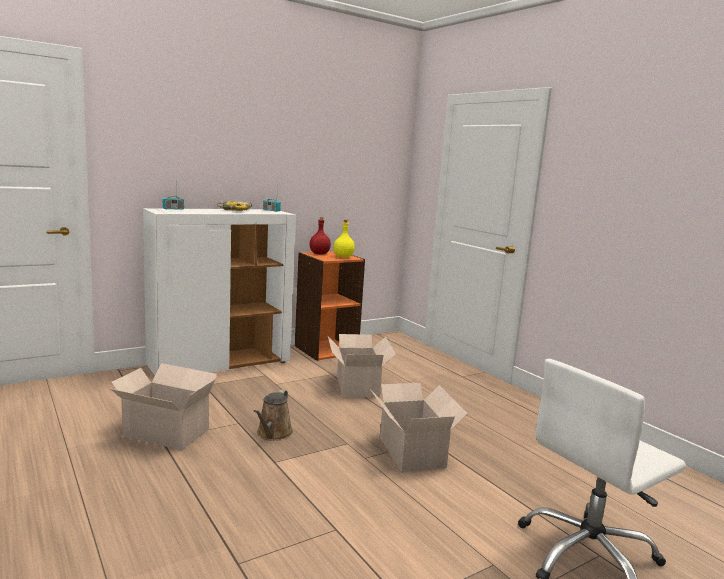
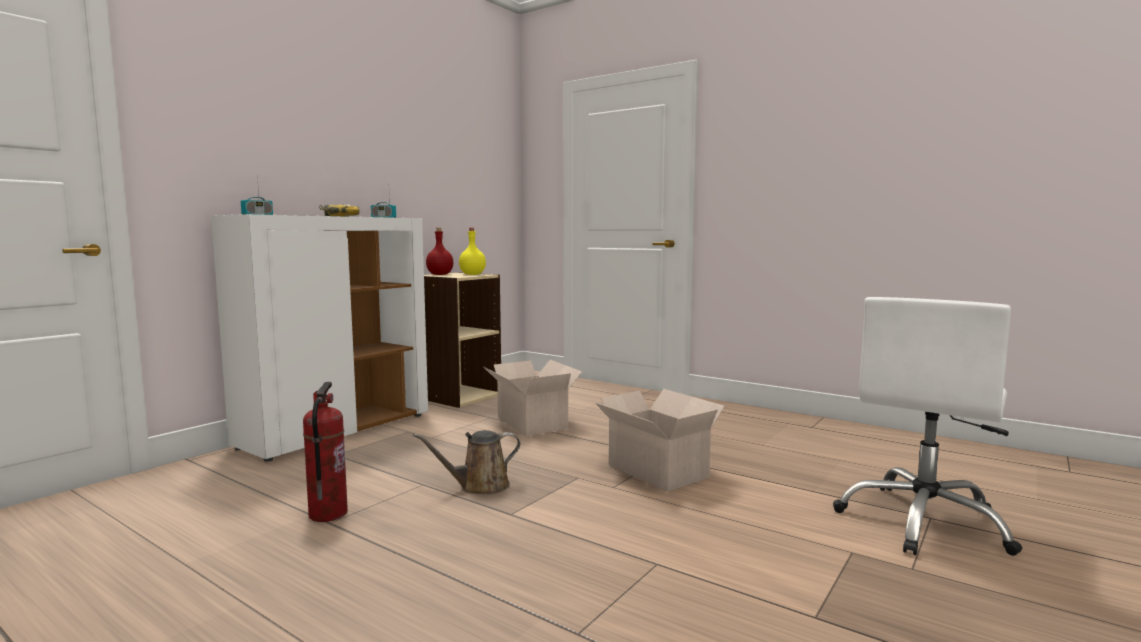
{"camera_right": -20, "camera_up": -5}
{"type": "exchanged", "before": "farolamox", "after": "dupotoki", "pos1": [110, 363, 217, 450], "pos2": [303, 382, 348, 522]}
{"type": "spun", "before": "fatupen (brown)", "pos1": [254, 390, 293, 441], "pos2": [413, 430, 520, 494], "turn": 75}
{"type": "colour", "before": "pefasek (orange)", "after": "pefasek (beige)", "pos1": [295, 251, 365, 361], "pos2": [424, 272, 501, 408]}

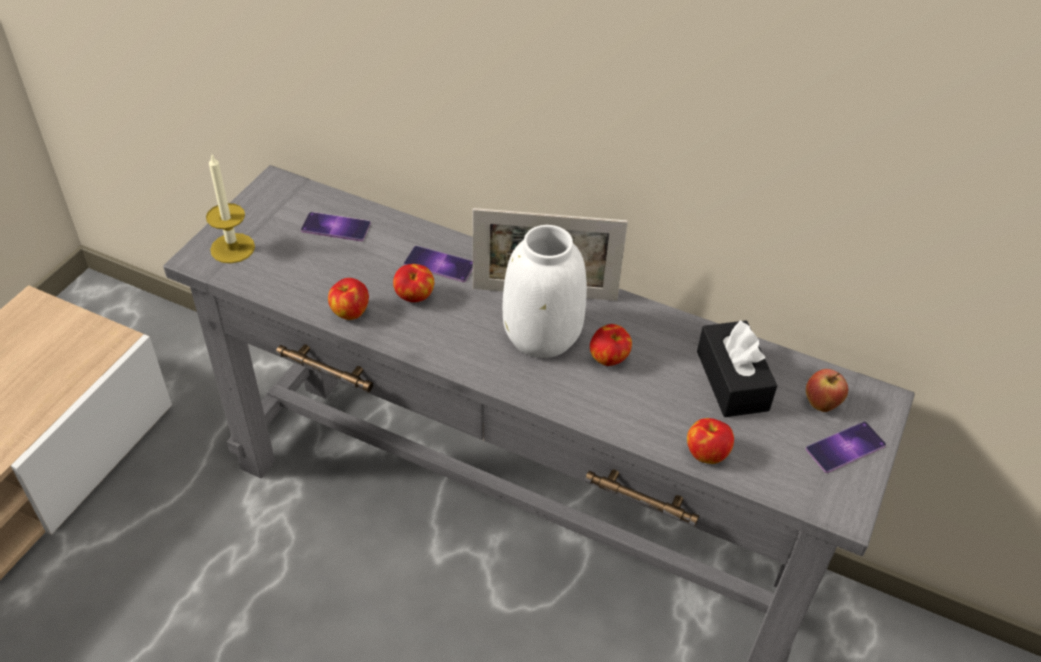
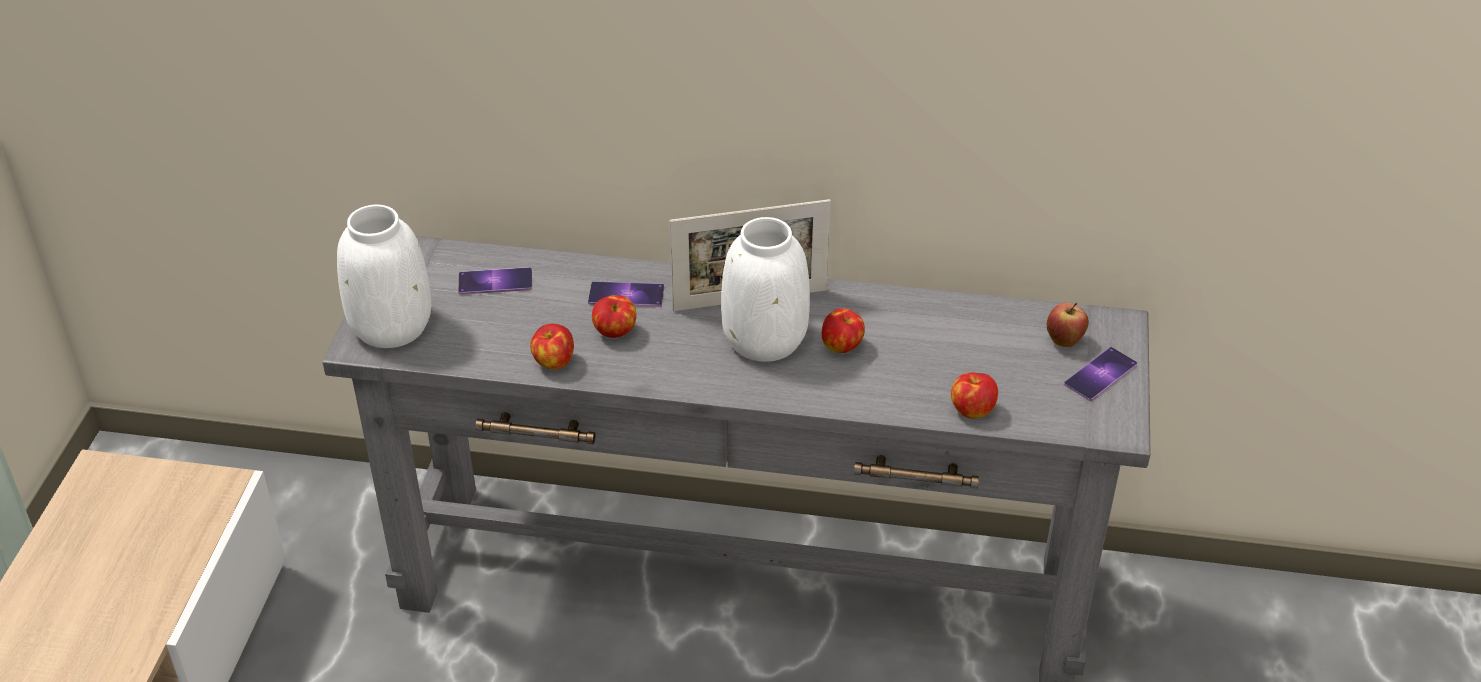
{"camera_right": -15, "camera_up": -5}
{"type": "exchanged", "before": "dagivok", "after": "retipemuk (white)", "pos1": [206, 153, 255, 263], "pos2": [337, 205, 431, 348]}
{"type": "missing", "before": "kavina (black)", "pos1": [697, 320, 777, 417]}

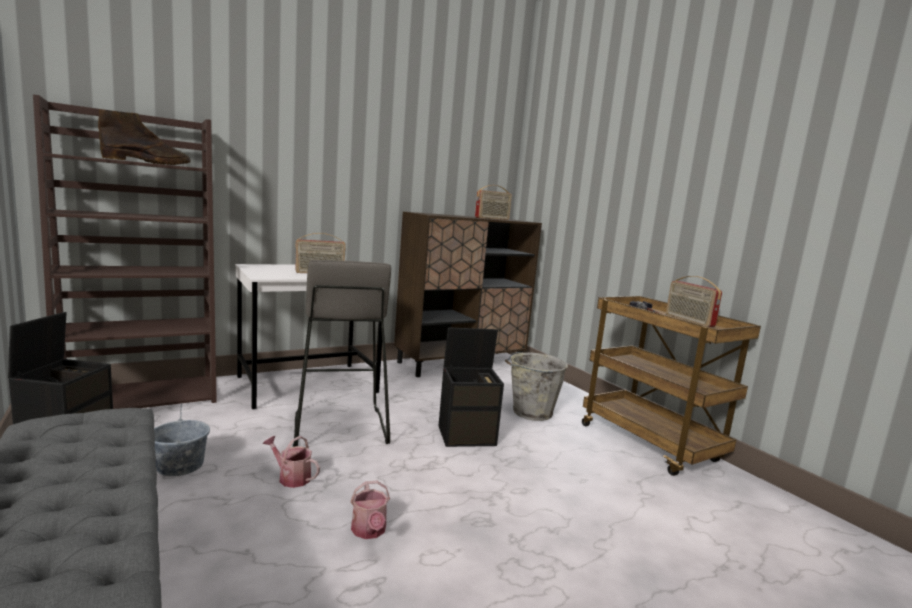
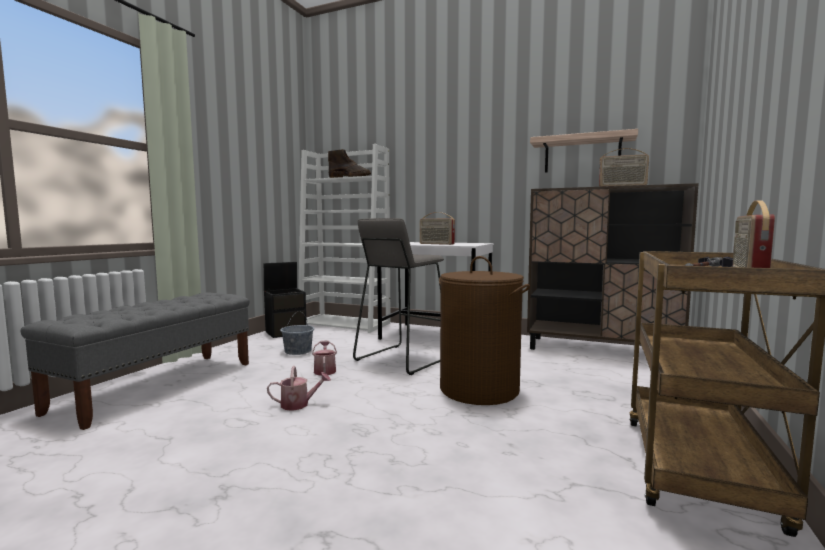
{"camera_right": 55, "camera_up": -5}
{"type": "spun", "before": "fatupen", "pos1": [351, 481, 390, 539], "pos2": [267, 366, 331, 411], "turn": -135}
{"type": "colour", "before": "pefasek (brown)", "after": "pefasek (white)", "pos1": [33, 94, 217, 409], "pos2": [298, 144, 391, 333]}
{"type": "exchanged", "before": "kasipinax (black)", "after": "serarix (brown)", "pos1": [439, 327, 504, 447], "pos2": [439, 256, 530, 405]}
{"type": "appeared", "after": "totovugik", "pos2": [530, 129, 638, 173]}
{"type": "missing", "before": "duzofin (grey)", "pos1": [505, 352, 568, 421]}

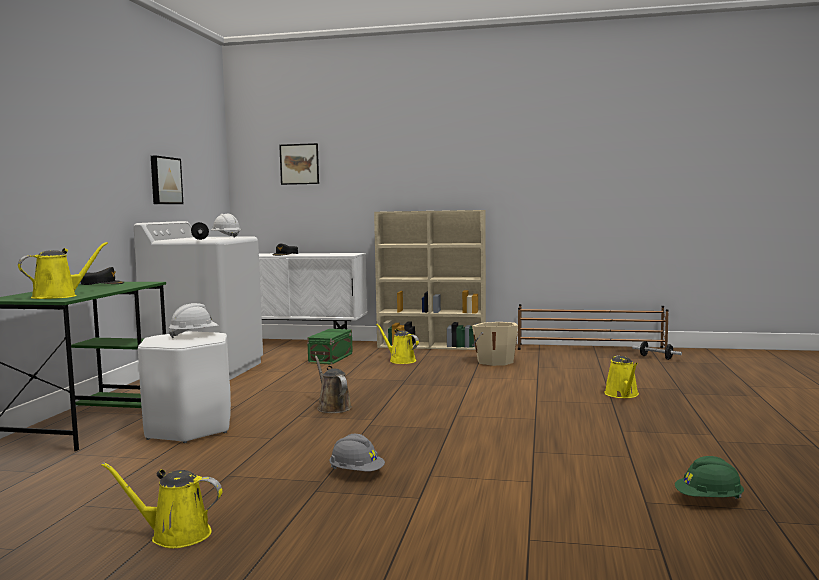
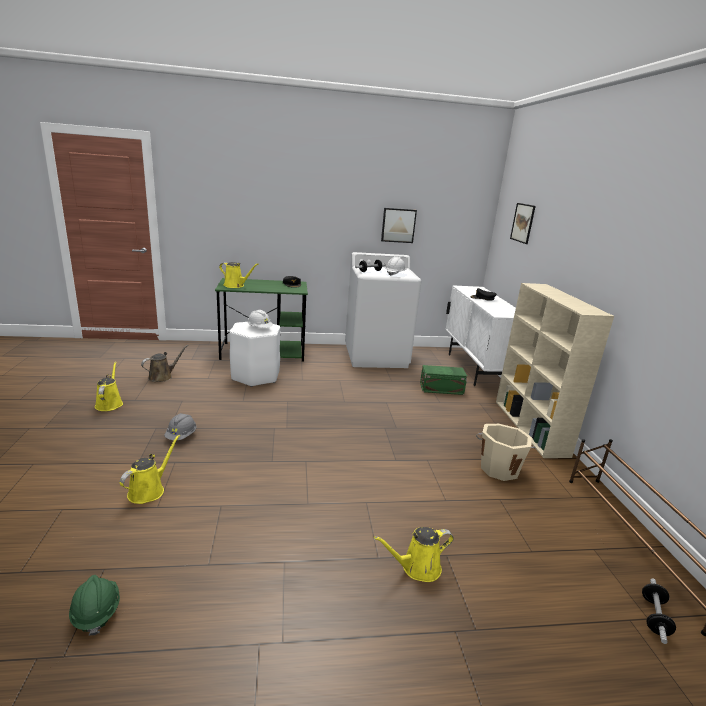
{"camera_right": 70, "camera_up": 15}
{"type": "relocated", "before": "fatupen (yellow)", "pos1": [376, 324, 419, 364], "pos2": [120, 435, 180, 504]}
{"type": "relocated", "before": "fatupen (brown)", "pos1": [315, 356, 352, 413], "pos2": [141, 345, 188, 382]}

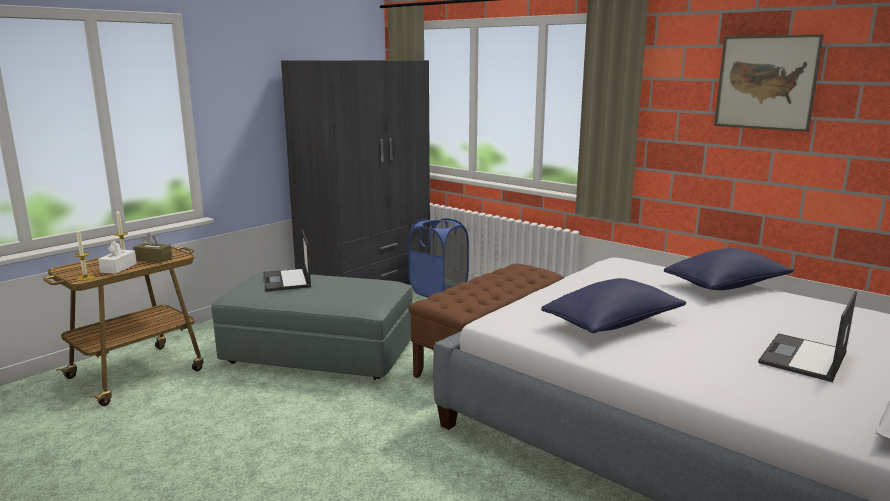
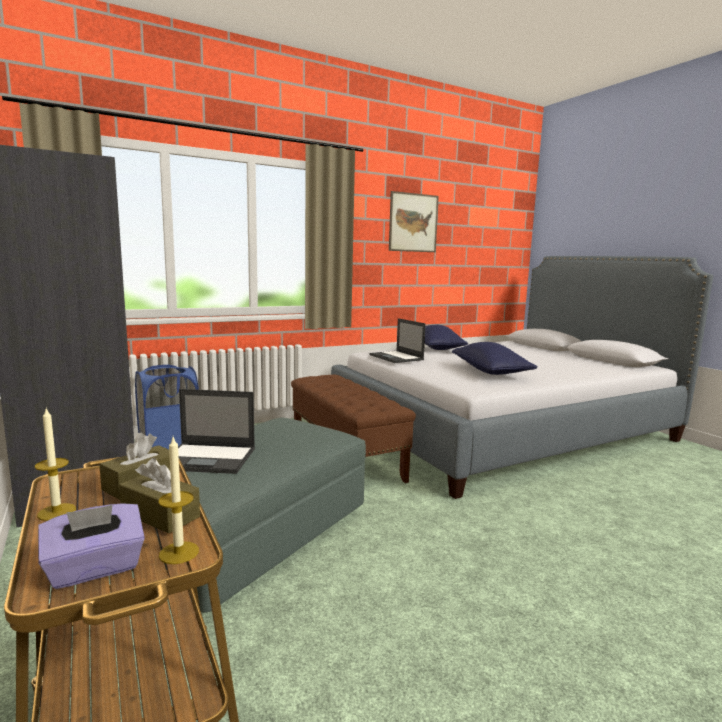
{"camera_right": -70, "camera_up": -5}
{"type": "appeared", "after": "kavina (purple)", "pos2": [38, 503, 145, 589]}
{"type": "colour", "before": "kavina (white)", "after": "kavina (brown)", "pos1": [98, 241, 137, 274], "pos2": [119, 458, 200, 533]}
{"type": "relocated", "before": "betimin", "pos1": [758, 291, 857, 382], "pos2": [369, 318, 426, 363]}

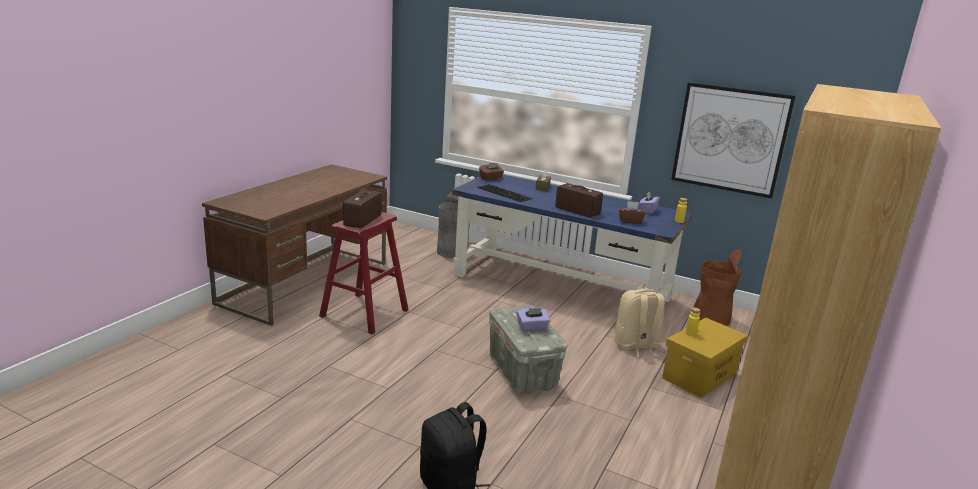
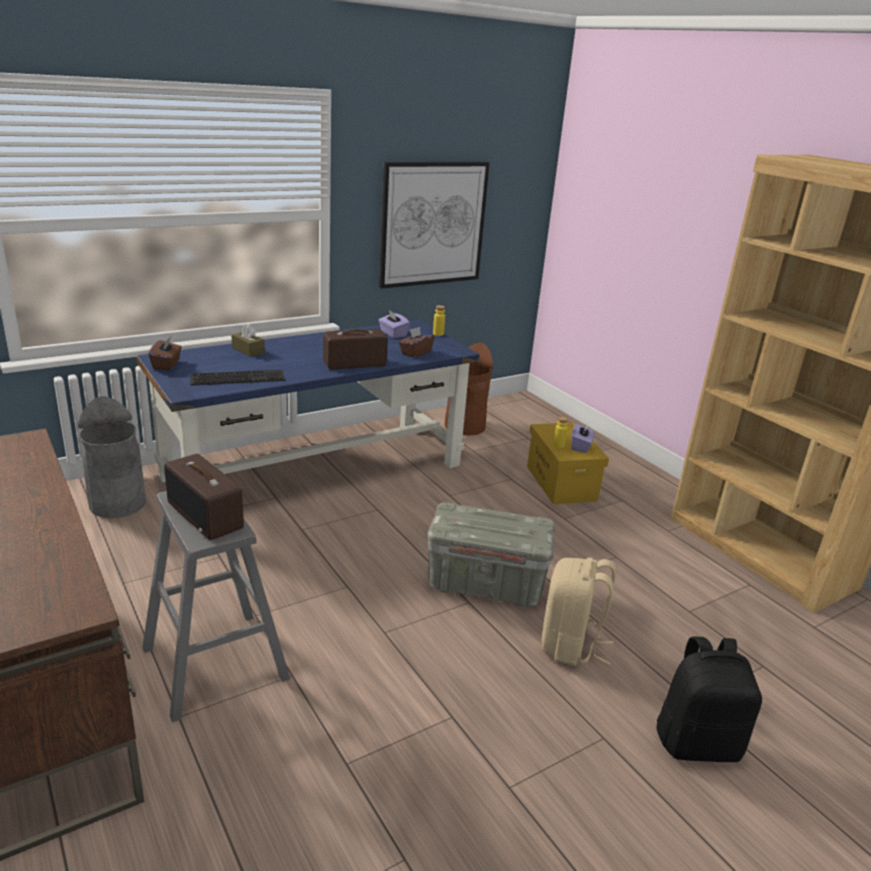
{"camera_right": -60, "camera_up": 5}
{"type": "colour", "before": "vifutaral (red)", "after": "vifutaral (grey)", "pos1": [319, 212, 409, 335], "pos2": [142, 491, 290, 722]}
{"type": "relocated", "before": "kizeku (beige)", "pos1": [614, 289, 665, 357], "pos2": [542, 557, 616, 666]}
{"type": "relocated", "before": "kavina (purple)", "pos1": [517, 307, 550, 331], "pos2": [571, 423, 594, 453]}

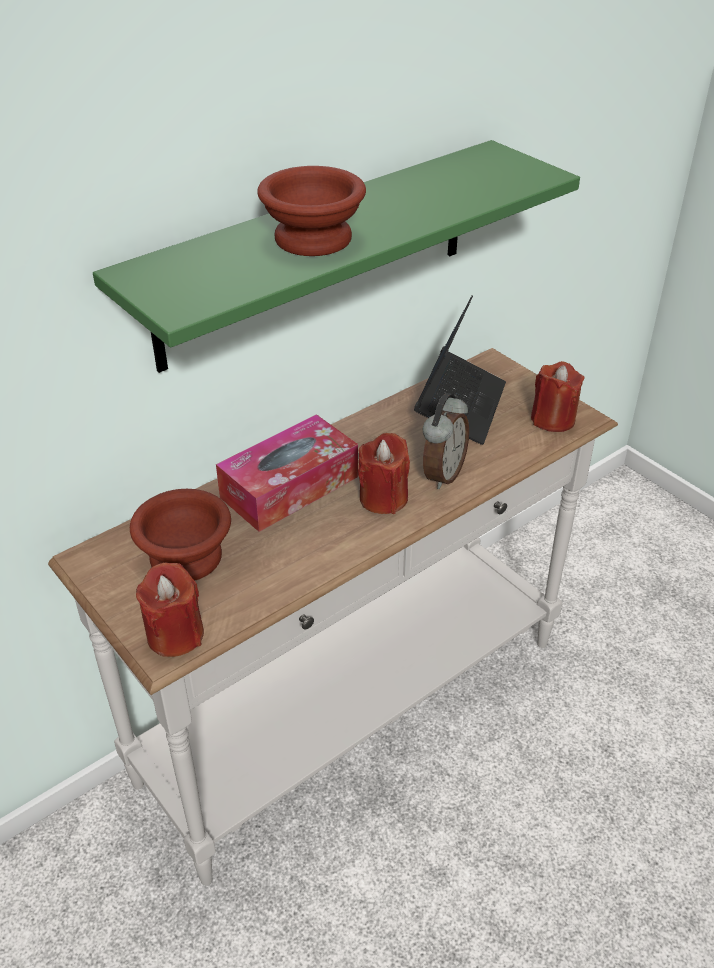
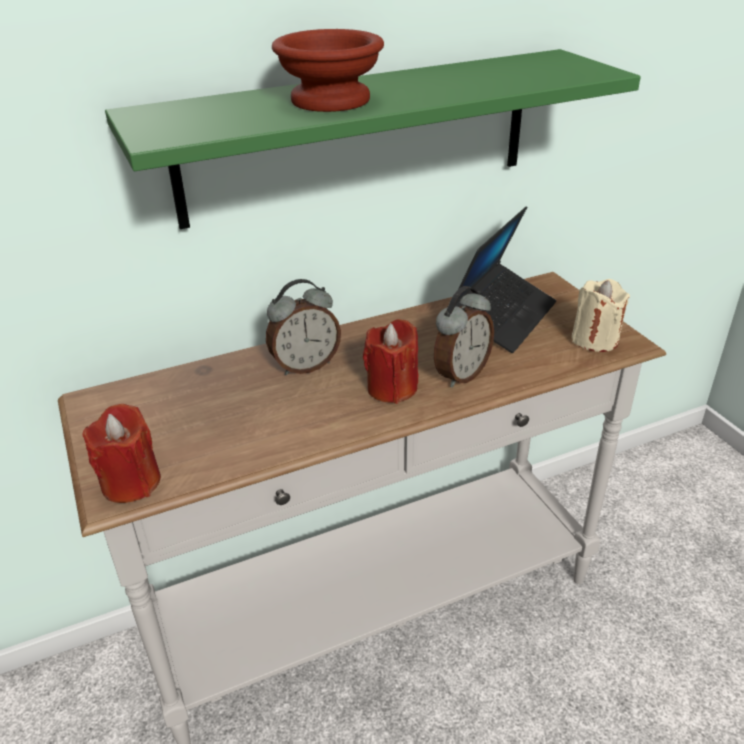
{"camera_right": 15, "camera_up": -5}
{"type": "exchanged", "before": "kavina", "after": "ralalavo", "pos1": [216, 414, 358, 532], "pos2": [266, 279, 341, 375]}
{"type": "colour", "before": "dagivok (red)", "after": "dagivok (beige)", "pos1": [531, 361, 585, 432], "pos2": [572, 279, 630, 352]}
{"type": "missing", "before": "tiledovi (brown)", "pos1": [130, 489, 231, 581]}

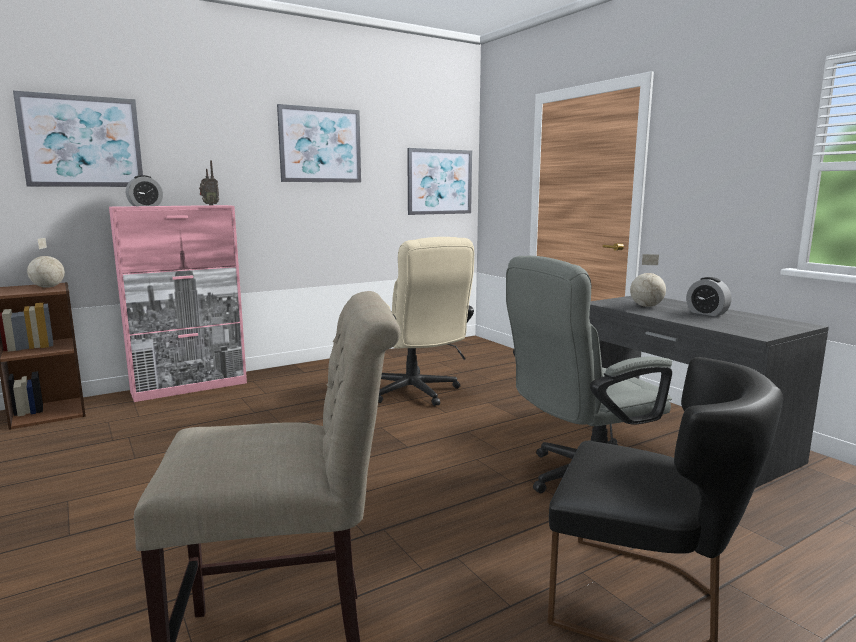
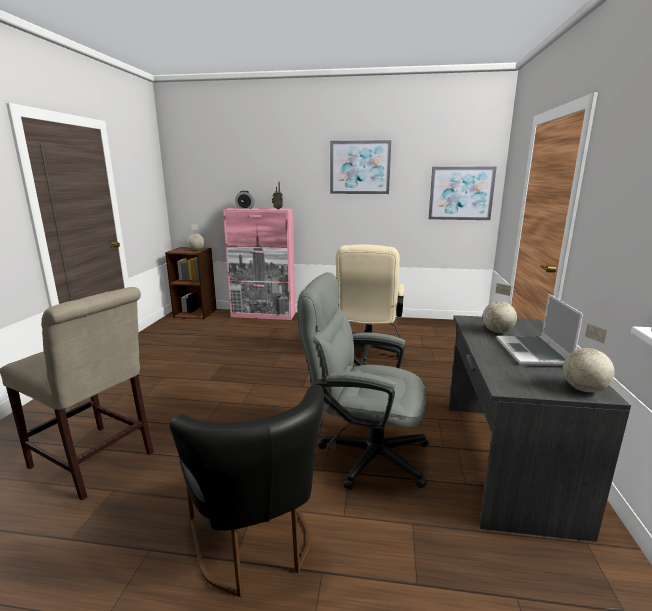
{"camera_right": 40, "camera_up": 5}
{"type": "exchanged", "before": "ralalavo", "after": "betimin", "pos1": [686, 277, 731, 316], "pos2": [496, 294, 583, 366]}
{"type": "appeared", "after": "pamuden", "pos2": [563, 324, 615, 392]}
{"type": "missing", "before": "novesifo", "pos1": [13, 91, 143, 187]}

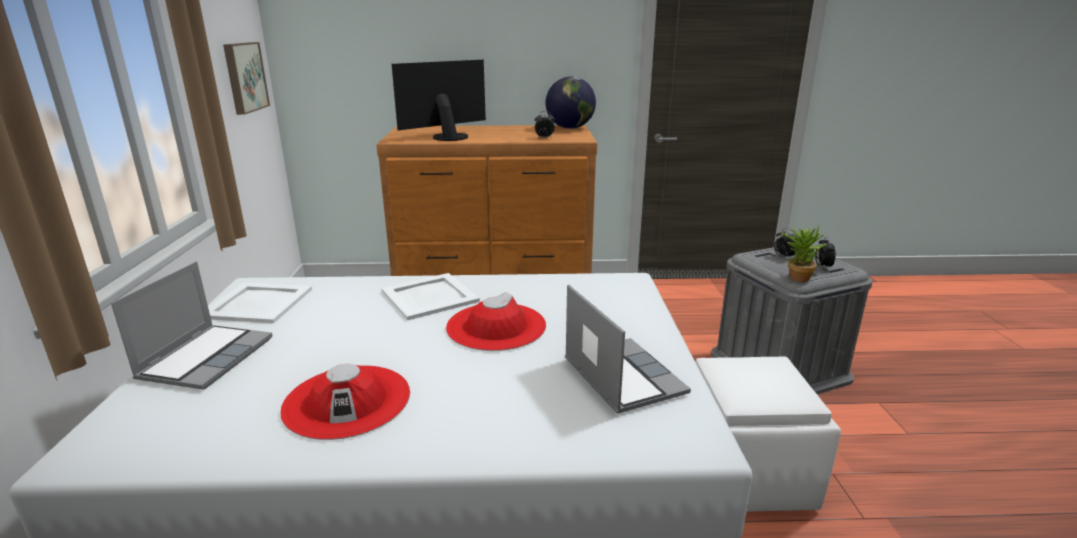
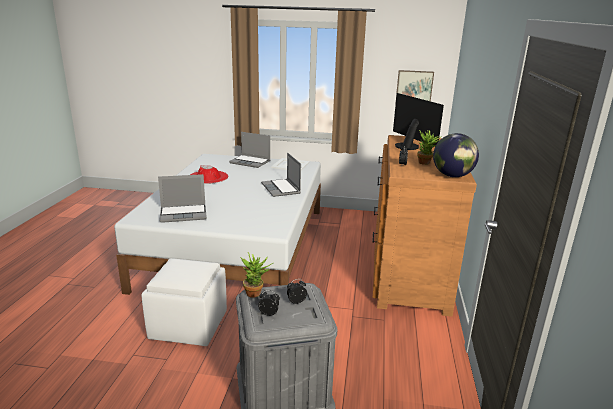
{"camera_right": 100, "camera_up": 0}
{"type": "exchanged", "before": "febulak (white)", "after": "betimin", "pos1": [381, 273, 480, 320], "pos2": [261, 153, 301, 197]}
{"type": "appeared", "after": "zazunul", "pos2": [417, 130, 442, 165]}
{"type": "missing", "before": "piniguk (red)", "pos1": [446, 292, 546, 351]}

